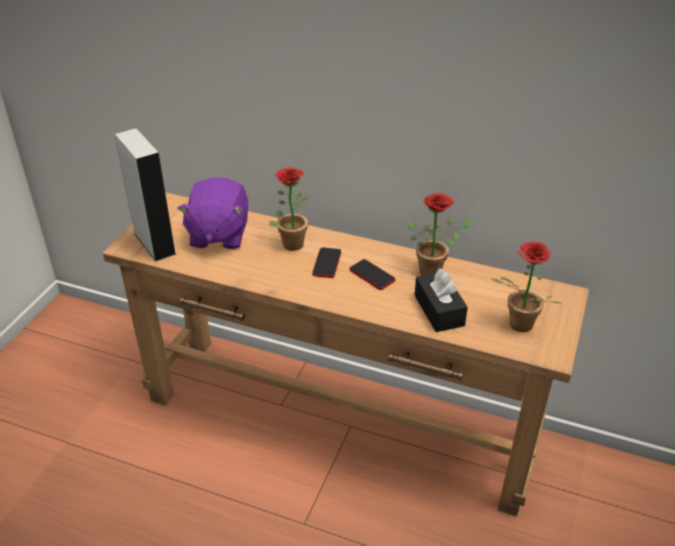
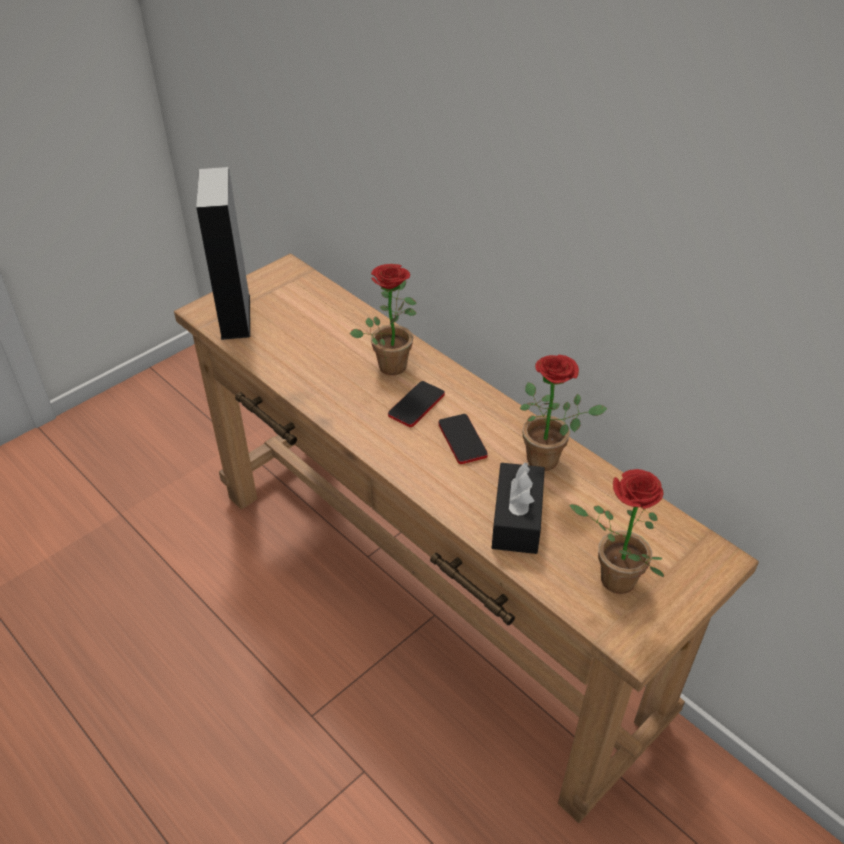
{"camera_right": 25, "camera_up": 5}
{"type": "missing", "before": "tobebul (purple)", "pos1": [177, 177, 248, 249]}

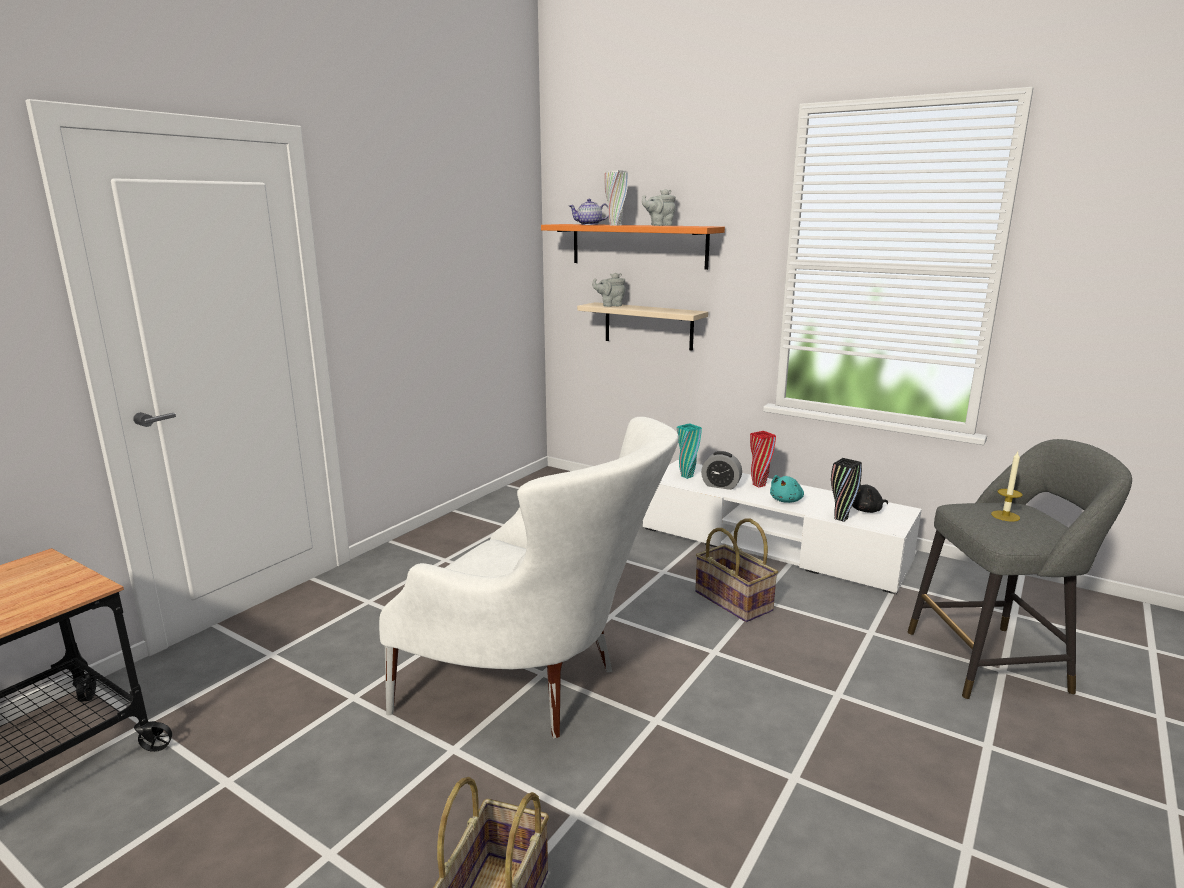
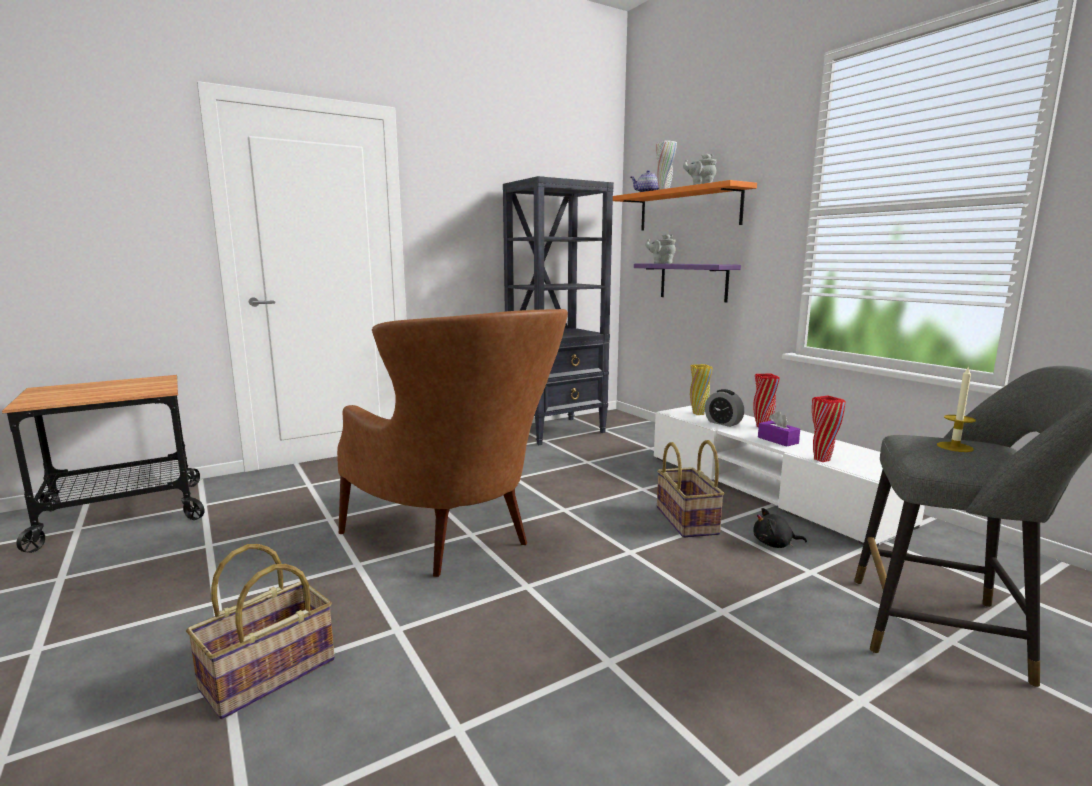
{"camera_right": 25, "camera_up": -5}
{"type": "colour", "before": "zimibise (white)", "after": "zimibise (brown)", "pos1": [379, 417, 679, 738], "pos2": [337, 309, 568, 577]}
{"type": "appeared", "after": "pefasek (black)", "pos2": [503, 176, 614, 445]}
{"type": "colour", "before": "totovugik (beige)", "after": "totovugik (purple)", "pos1": [577, 302, 708, 351], "pos2": [634, 263, 741, 302]}
{"type": "colour", "before": "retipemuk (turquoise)", "after": "retipemuk (yellow)", "pos1": [677, 423, 702, 479], "pos2": [690, 364, 713, 415]}
{"type": "relocated", "before": "tobebul (black)", "pos1": [852, 484, 888, 513], "pos2": [753, 508, 807, 548]}
{"type": "exchanged", "before": "tobebul (turquoise)", "after": "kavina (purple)", "pos1": [770, 475, 804, 503], "pos2": [758, 412, 800, 447]}
{"type": "colour", "before": "retipemuk (black)", "after": "retipemuk (red)", "pos1": [831, 458, 862, 522], "pos2": [812, 396, 846, 462]}

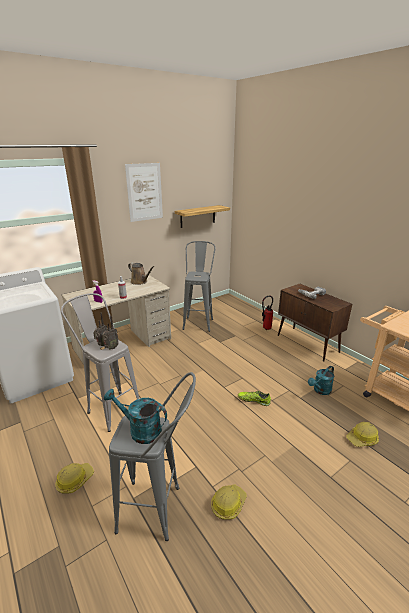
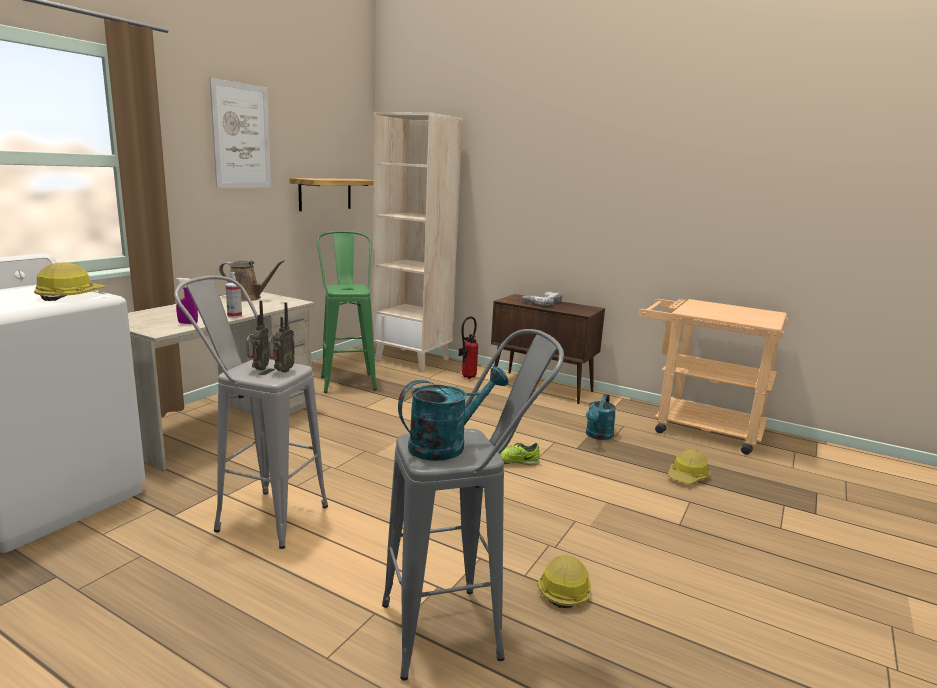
{"camera_right": -25, "camera_up": -10}
{"type": "relocated", "before": "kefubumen", "pos1": [55, 463, 94, 494], "pos2": [34, 262, 106, 301]}
{"type": "colour", "before": "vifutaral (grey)", "after": "vifutaral (green)", "pos1": [182, 241, 216, 332], "pos2": [317, 231, 377, 393]}
{"type": "appeared", "after": "pefasek (beige)", "pos2": [372, 112, 463, 371]}
{"type": "spun", "before": "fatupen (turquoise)", "pos1": [104, 389, 167, 444], "pos2": [398, 366, 508, 461], "turn": 150}

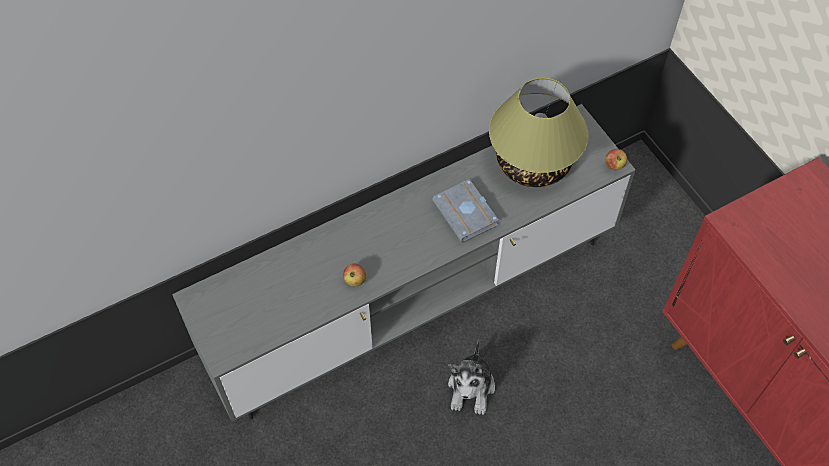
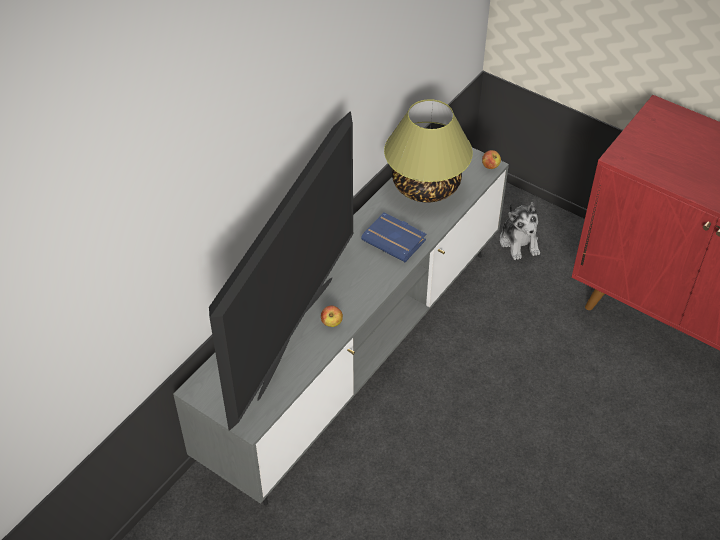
{"camera_right": -25, "camera_up": -10}
{"type": "appeared", "after": "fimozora", "pos2": [209, 111, 353, 431]}
{"type": "colour", "before": "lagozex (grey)", "after": "lagozex (blue)", "pos1": [432, 179, 499, 243], "pos2": [361, 212, 426, 262]}
{"type": "relocated", "before": "tobebul", "pos1": [448, 341, 495, 415], "pos2": [500, 202, 540, 260]}

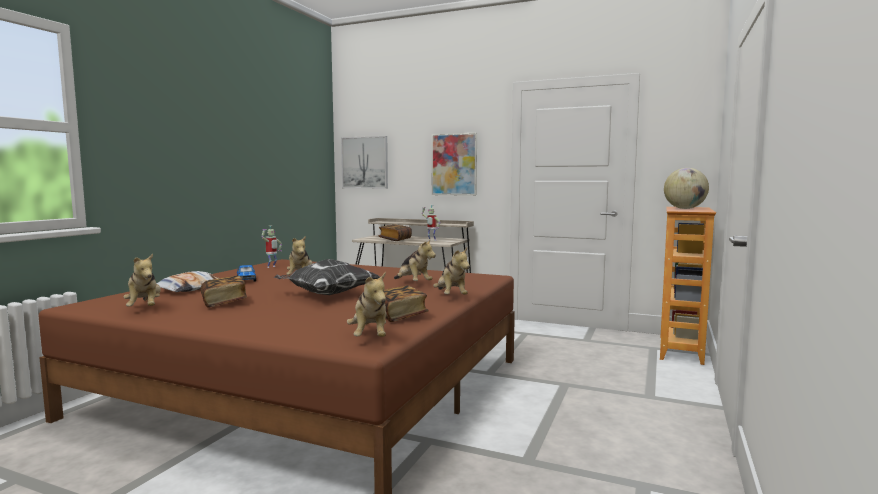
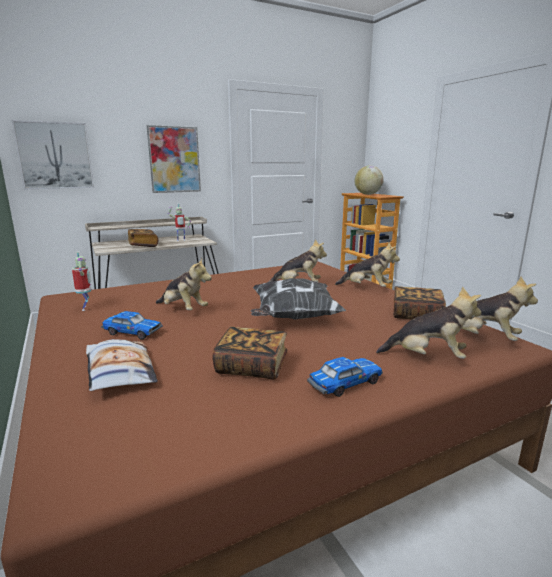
{"camera_right": -50, "camera_up": 10}
{"type": "appeared", "after": "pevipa", "pos2": [307, 357, 383, 397]}
{"type": "relocated", "before": "tobebul", "pos1": [123, 254, 161, 307], "pos2": [376, 286, 481, 359]}

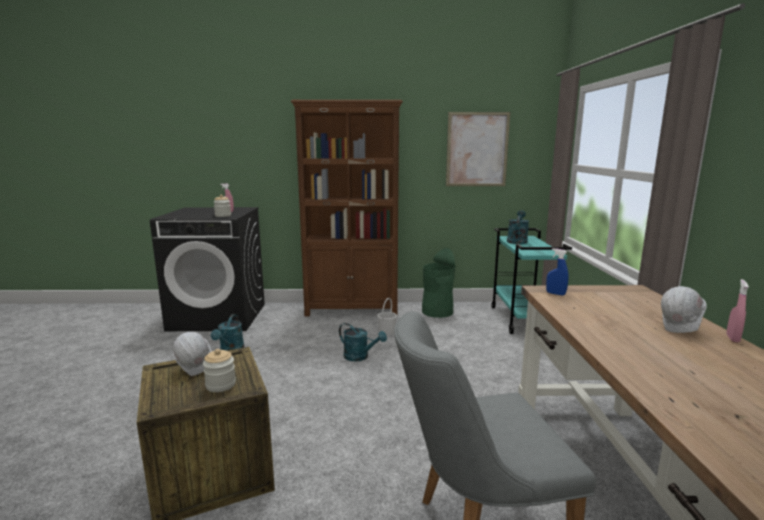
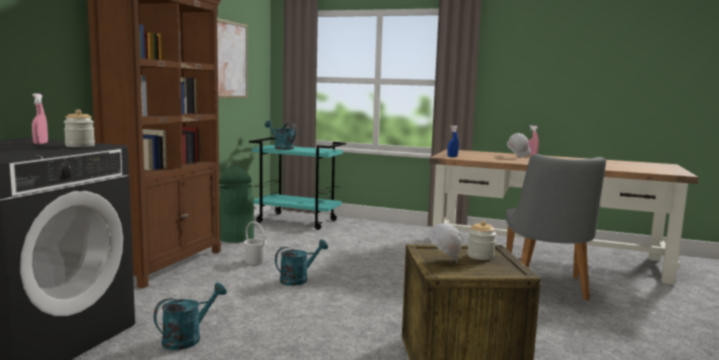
{"camera_right": -70, "camera_up": -5}
{"type": "spun", "before": "fatupen (turquoise)", "pos1": [211, 314, 244, 351], "pos2": [154, 283, 227, 350], "turn": -75}

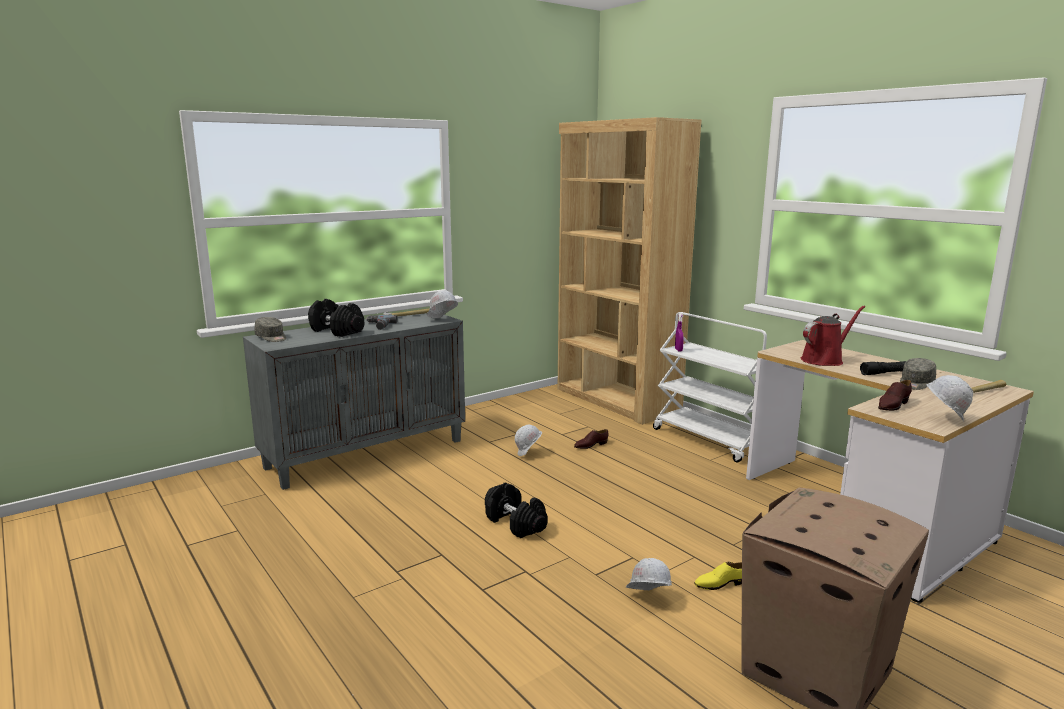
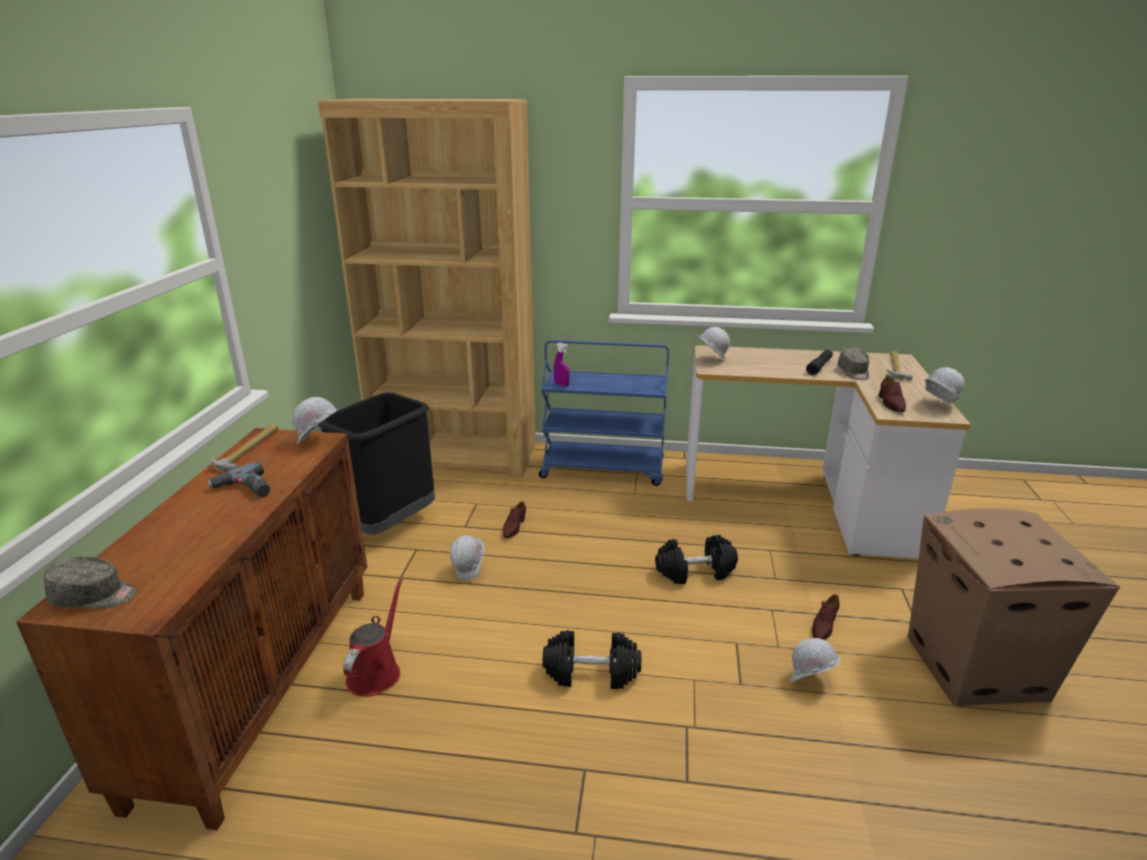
{"camera_right": -45, "camera_up": 10}
{"type": "colour", "before": "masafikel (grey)", "after": "masafikel (brown)", "pos1": [243, 313, 465, 490], "pos2": [16, 428, 367, 830]}
{"type": "appeared", "after": "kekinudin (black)", "pos2": [318, 392, 435, 535]}
{"type": "relocated", "before": "fatupen (red)", "pos1": [801, 306, 865, 366], "pos2": [343, 578, 403, 697]}
{"type": "colour", "before": "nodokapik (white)", "after": "nodokapik (blue)", "pos1": [653, 312, 767, 463], "pos2": [539, 340, 669, 486]}
{"type": "relocated", "before": "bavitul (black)", "pos1": [308, 299, 364, 337], "pos2": [655, 535, 738, 584]}
{"type": "appeared", "after": "kefubumen (white)", "pos2": [699, 327, 730, 360]}
{"type": "colour", "before": "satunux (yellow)", "after": "satunux (brown)", "pos1": [694, 562, 742, 590], "pos2": [812, 594, 840, 640]}

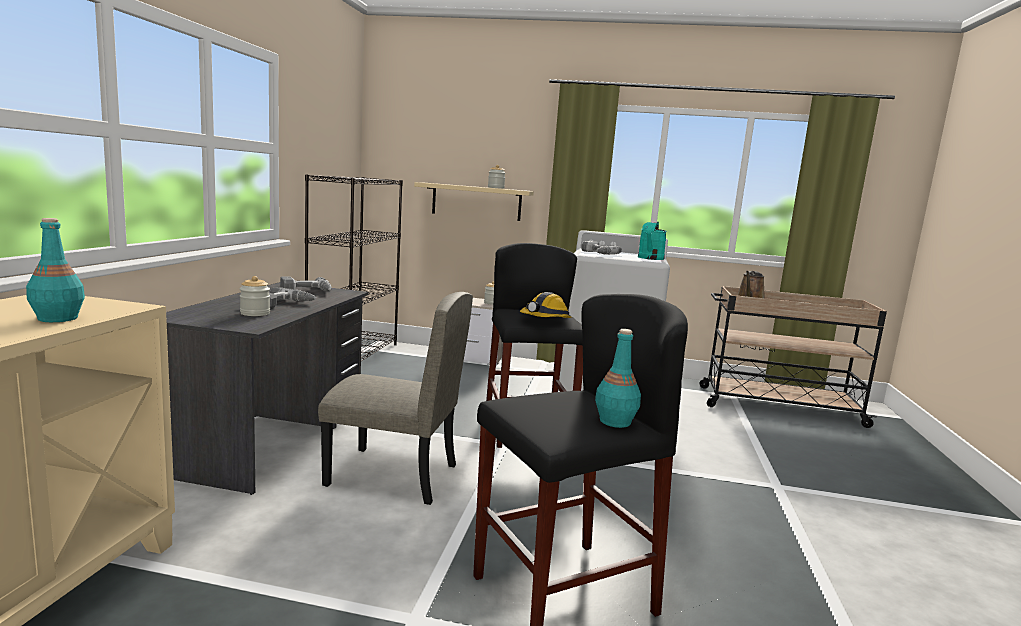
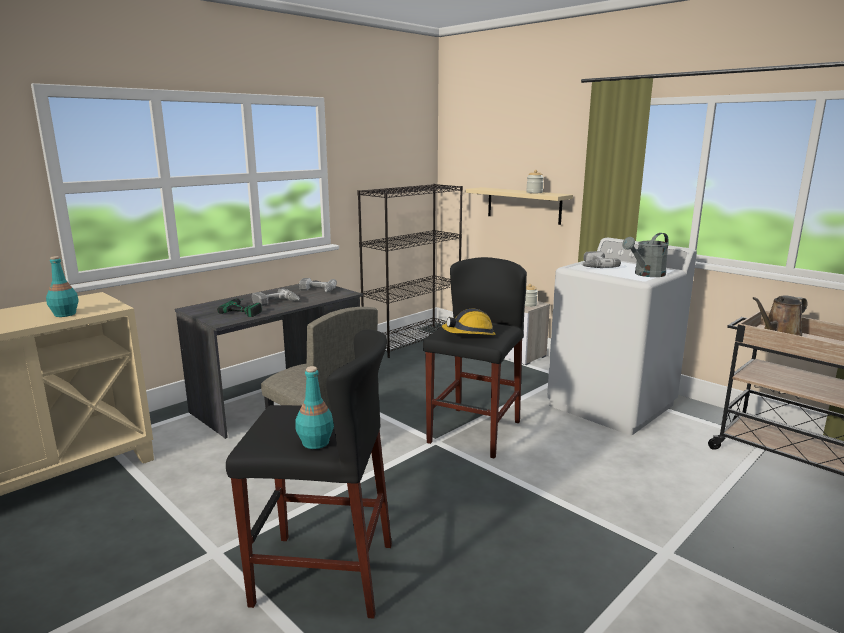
{"camera_right": 35, "camera_up": 5}
{"type": "exchanged", "before": "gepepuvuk", "after": "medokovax", "pos1": [240, 276, 270, 316], "pos2": [217, 298, 262, 317]}
{"type": "colour", "before": "fatupen (turquoise)", "after": "fatupen (grey)", "pos1": [638, 221, 667, 260], "pos2": [622, 233, 669, 277]}

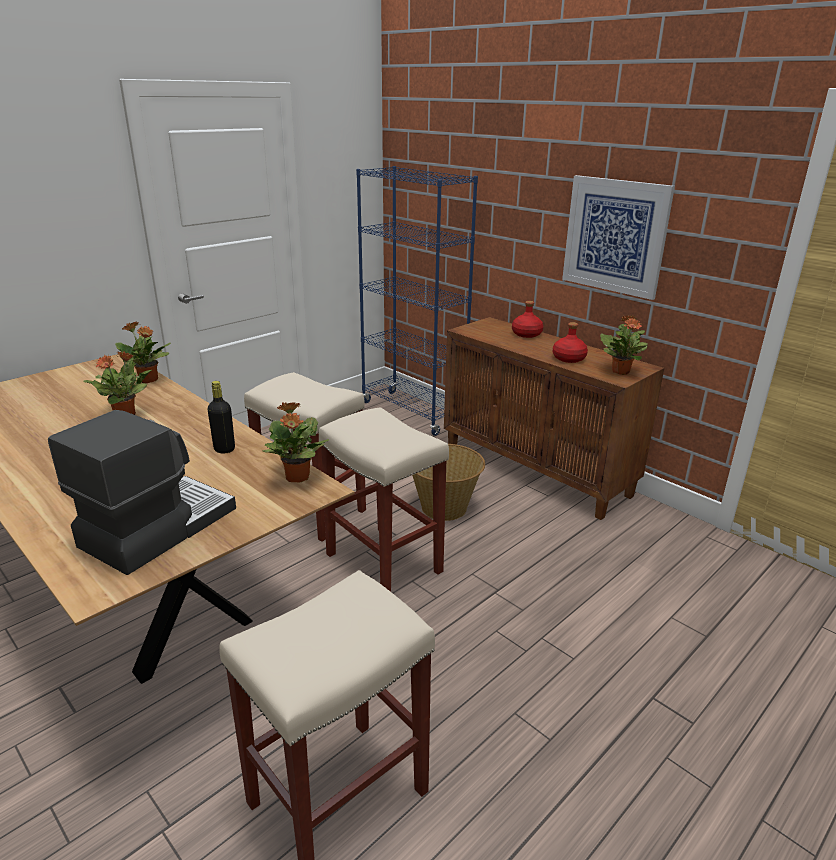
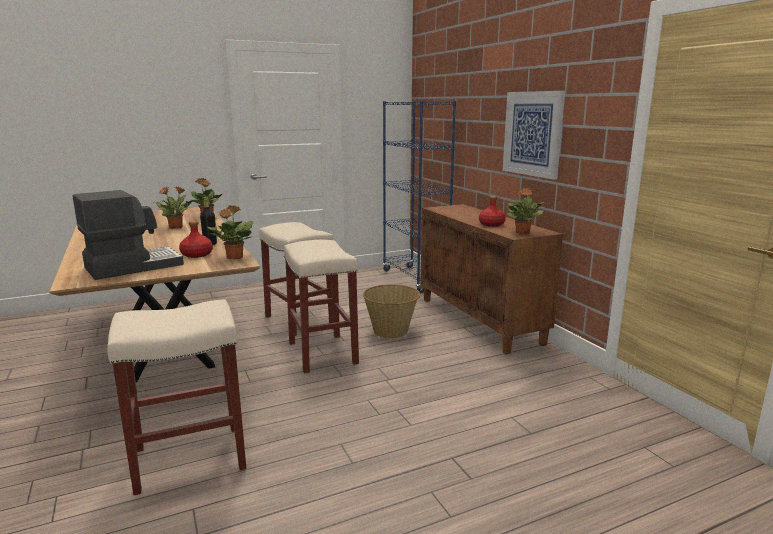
{"camera_right": 20, "camera_up": -10}
{"type": "relocated", "before": "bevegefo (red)", "pos1": [512, 301, 543, 338], "pos2": [179, 221, 213, 258]}

